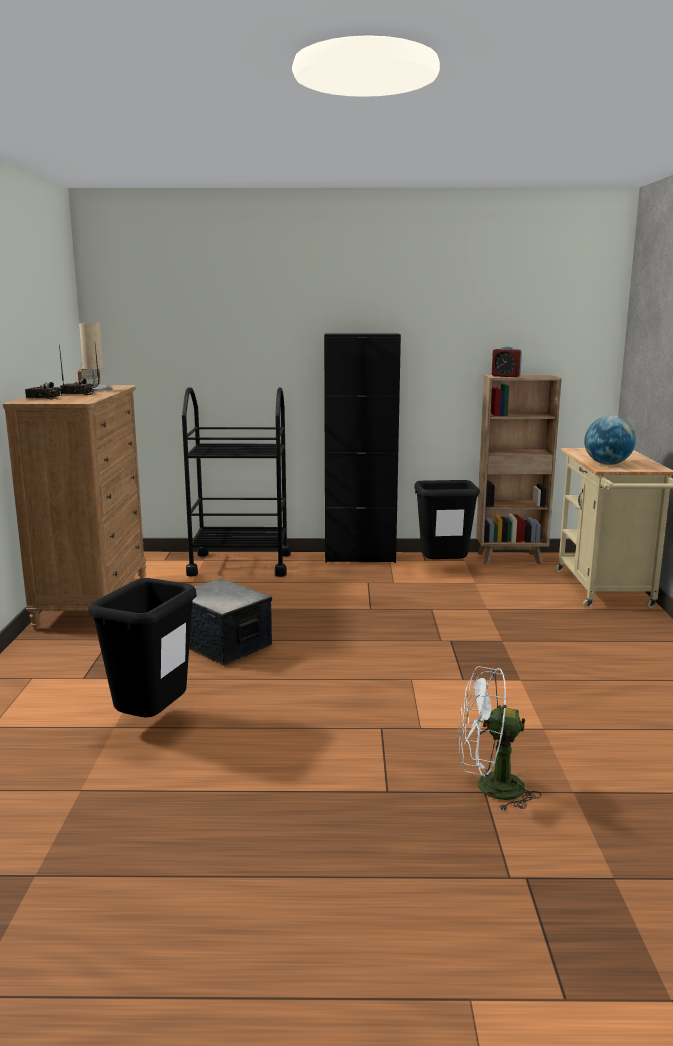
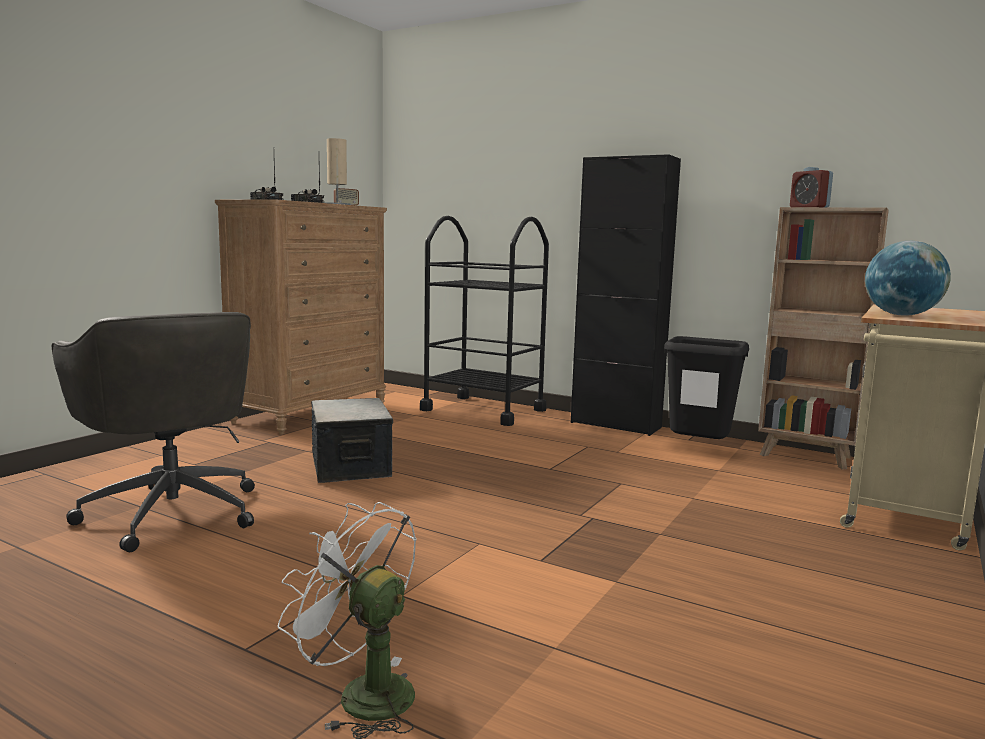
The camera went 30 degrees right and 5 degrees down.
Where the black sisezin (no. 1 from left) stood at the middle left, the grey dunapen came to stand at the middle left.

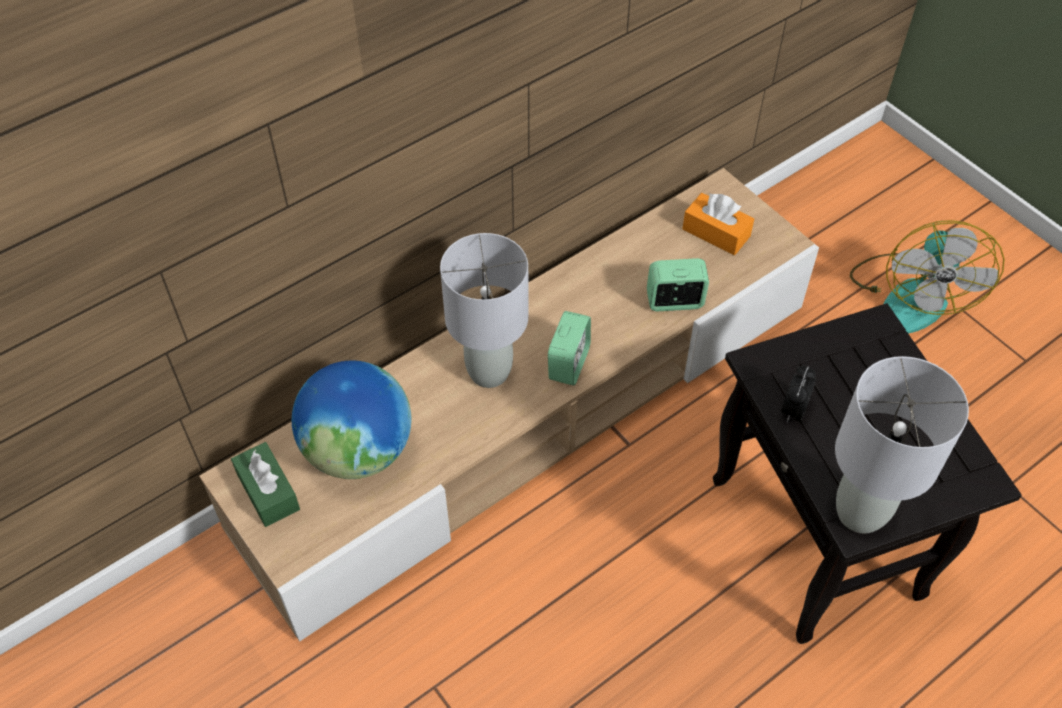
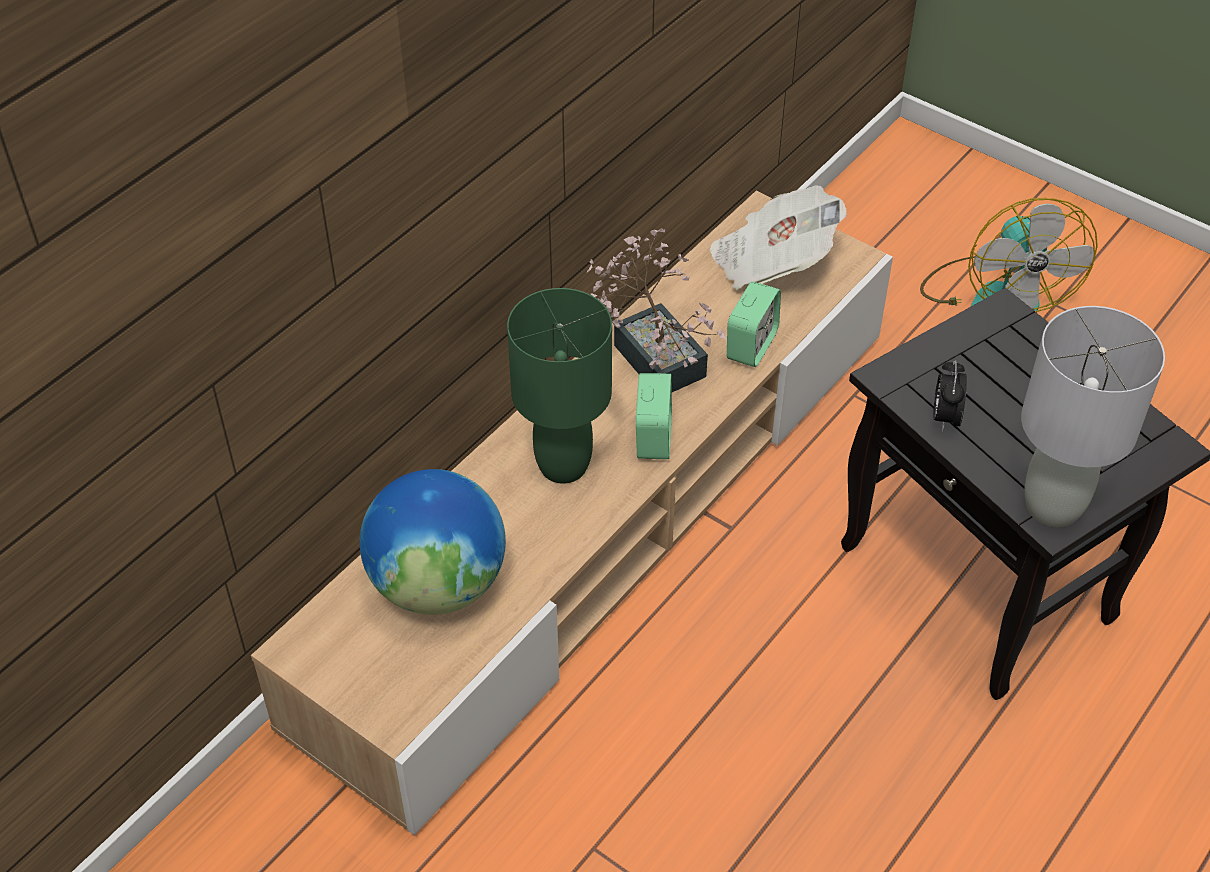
The camera went 15 degrees left and 5 degrees down.
The second view lost the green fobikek at the bottom left.
What was the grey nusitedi (no. 1 from left) at the centre turned into the green nusitedi at the centre.
The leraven (no. 2 from left) at the centre ended up facing another way, 135 degrees clockwise from before.
Where the orange fobikek stood at the top right, the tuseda came to stand at the top centre.
The second view gained the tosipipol at the centre.

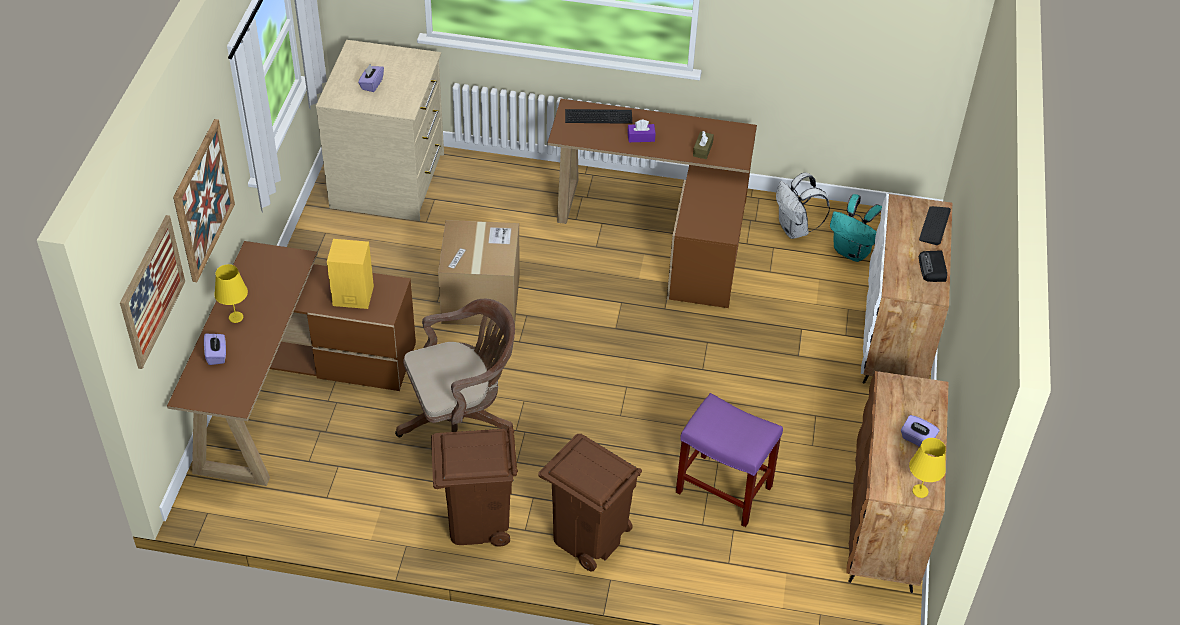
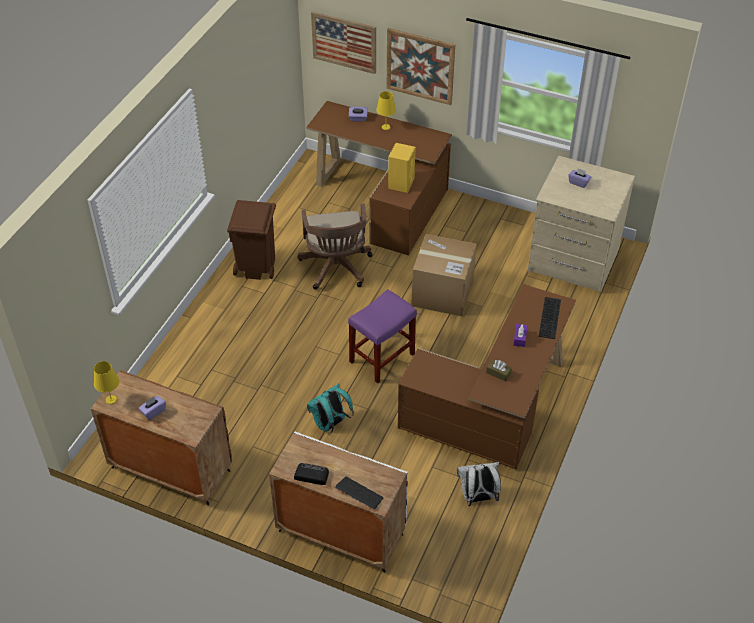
The camera went 105 degrees right and 0 degrees up.
The second view lost the brown sisezin (no. 2 from left) at the bottom centre.
The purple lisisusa ended up elsewhere, having gone from the bottom centre to the centre.
The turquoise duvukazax ended up elsewhere, having gone from the middle right to the centre.

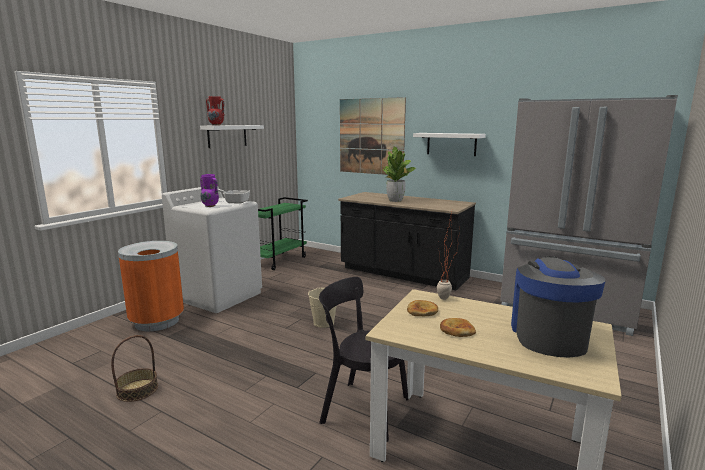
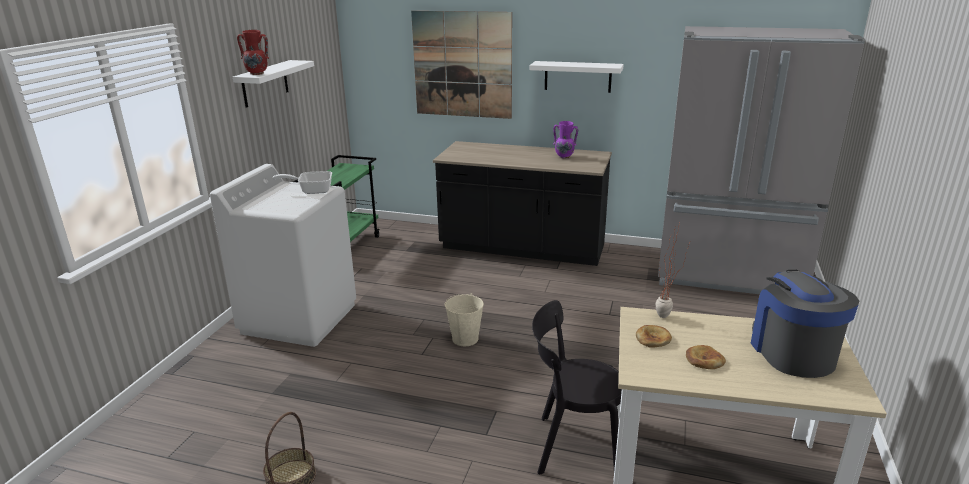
The camera went 15 degrees left and 10 degrees up.
The second view lost the orange sisezin at the middle left.
The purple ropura ended up elsewhere, having gone from the middle left to the top centre.
The second view lost the tosipipol (no. 1 from left) at the centre.

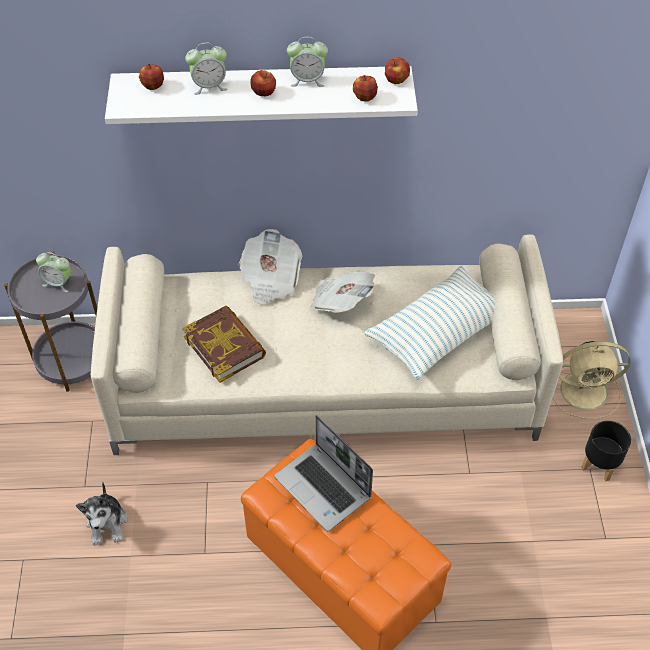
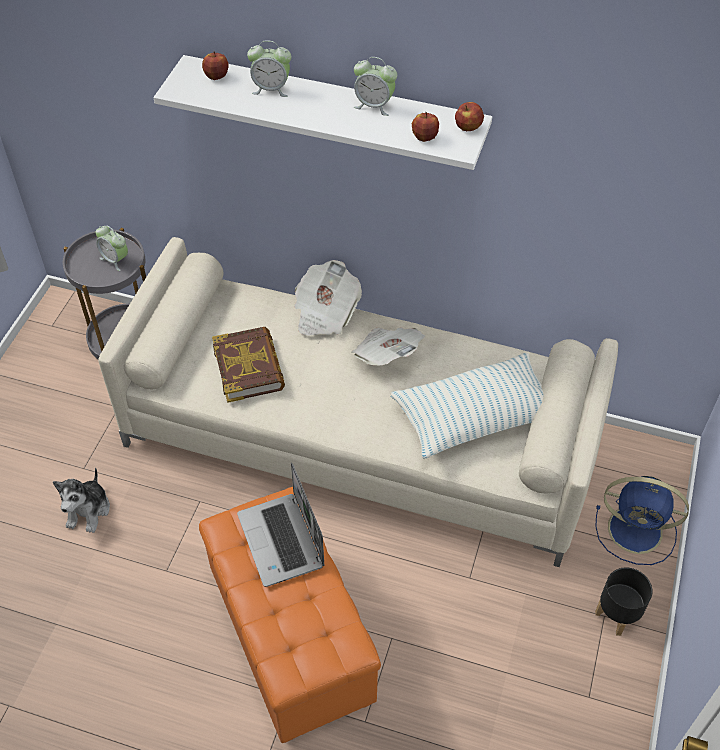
The camera went 20 degrees right and 0 degrees up.
The second view lost the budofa (no. 2 from left) at the top centre.
What was the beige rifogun at the middle right turned into the blue rifogun at the bottom right.

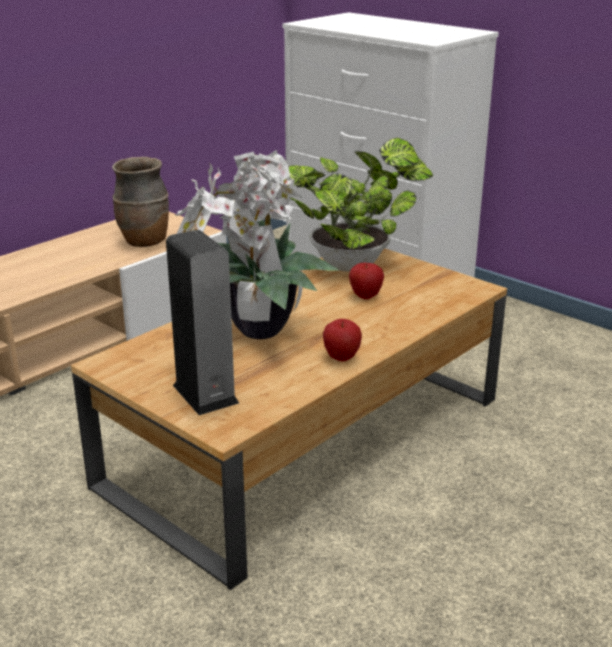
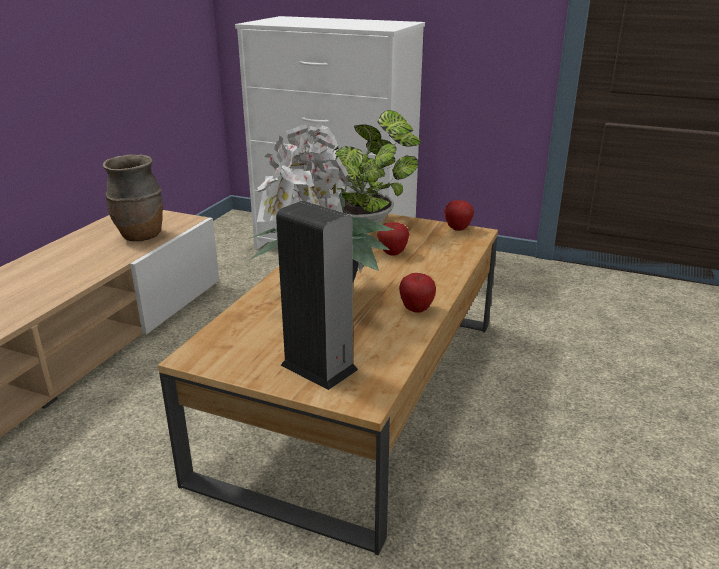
The camera went 20 degrees left and 0 degrees up.
The second view gained the budofa (no. 3 from left) at the centre.

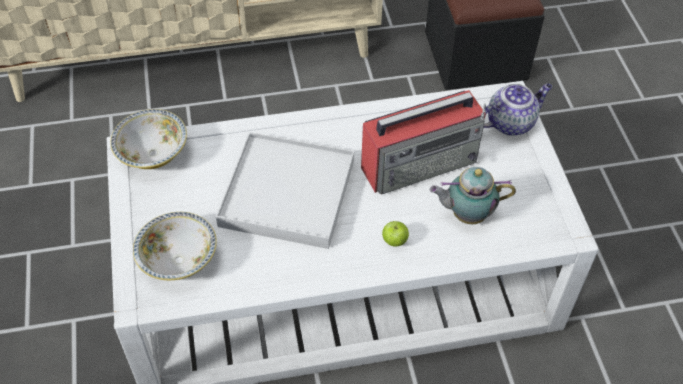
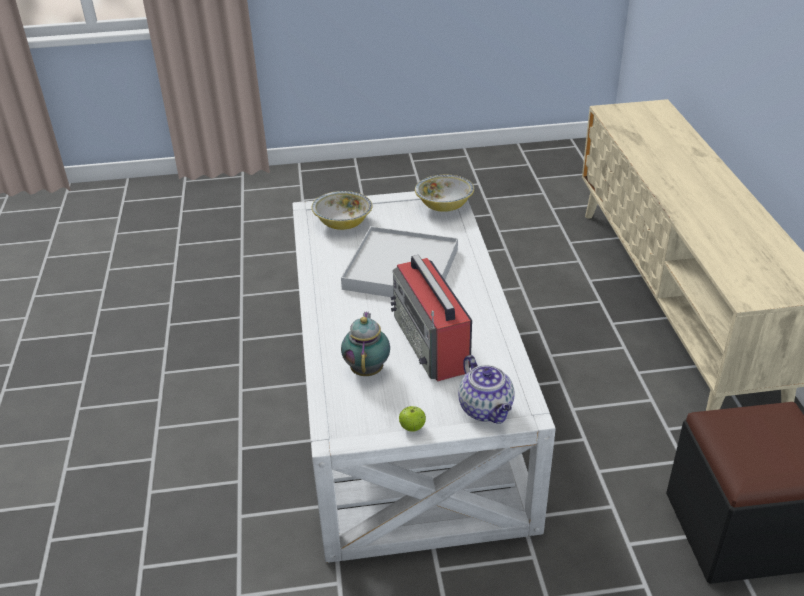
The camera went 95 degrees right and 15 degrees down.
The budofa ended up elsewhere, having gone from the centre to the bottom centre.

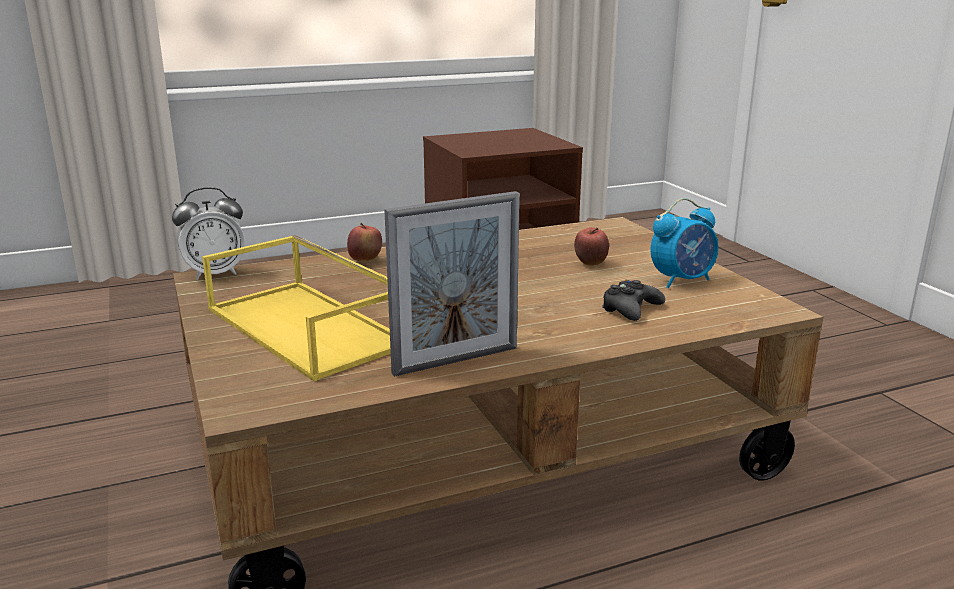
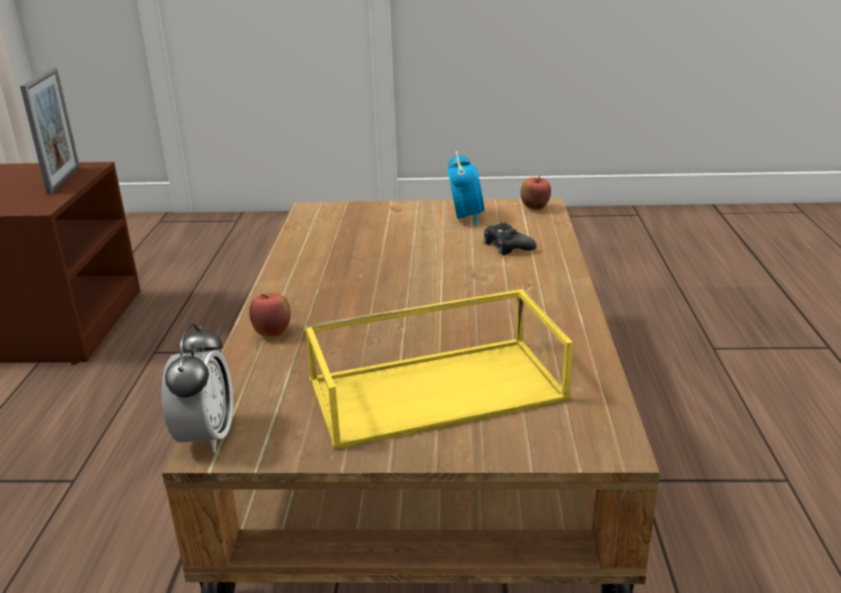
The camera went 65 degrees left and 5 degrees up.
The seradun ended up elsewhere, having gone from the centre to the top left.
The budofa (no. 2 from left) ended up elsewhere, having gone from the centre to the top centre.

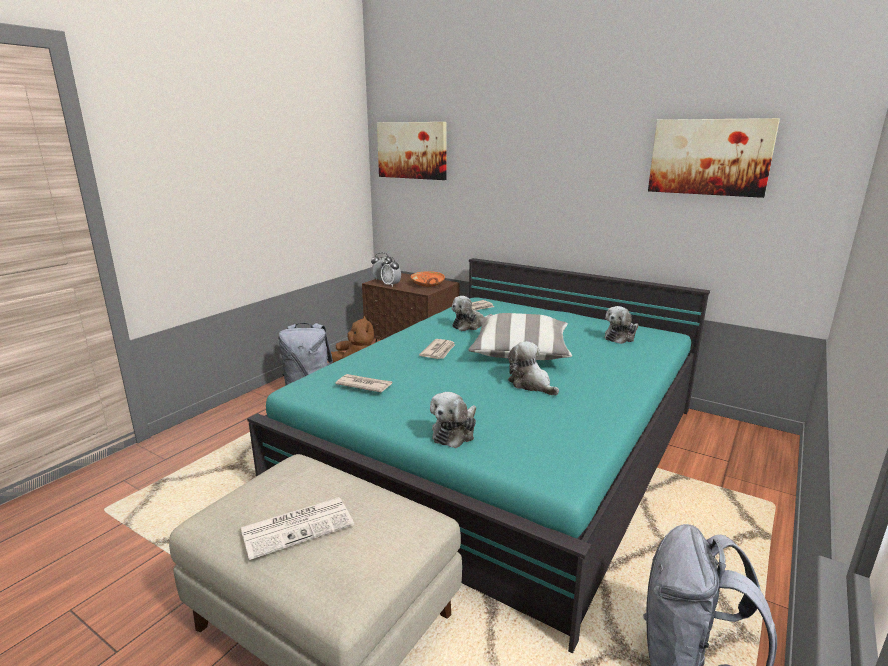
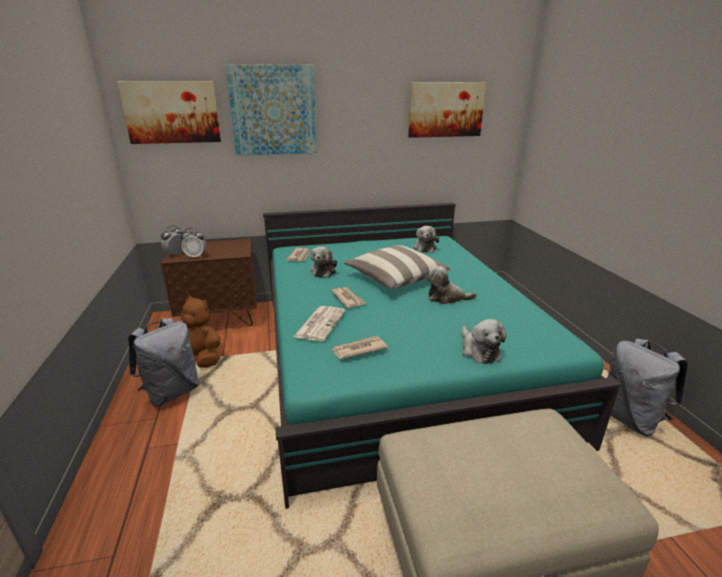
The camera went 45 degrees left and 5 degrees up.
The tuseda (no. 1 from left in the first image) ended up elsewhere, having gone from the bottom centre to the centre.
The second view lost the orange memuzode at the centre.
The second view gained the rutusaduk (no. 2 from left) at the top centre.

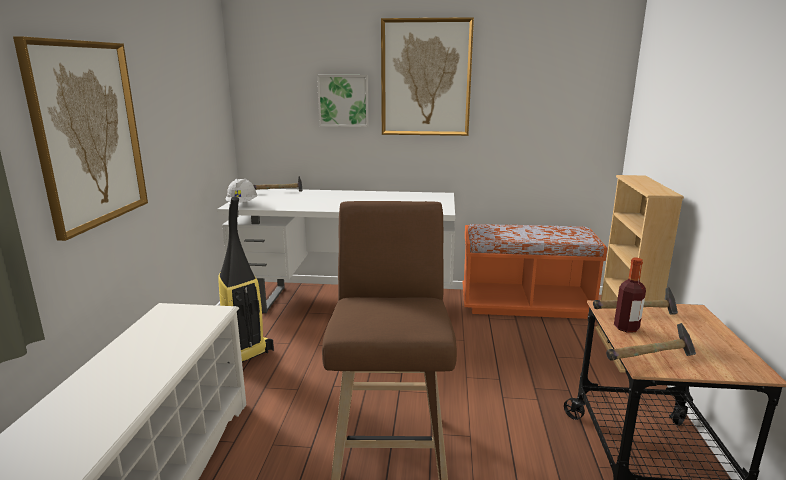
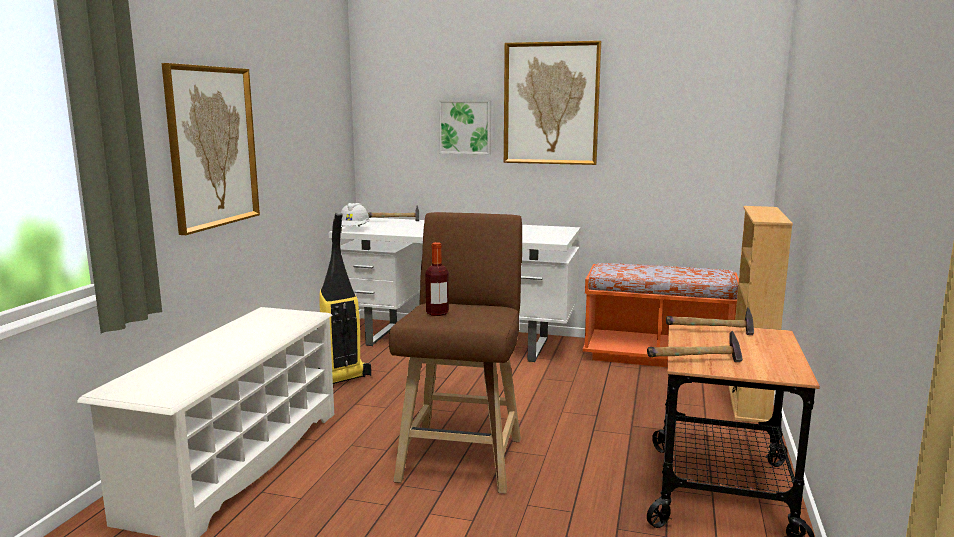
The camera went 10 degrees right and 5 degrees down.
The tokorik ended up elsewhere, having gone from the middle right to the centre.

